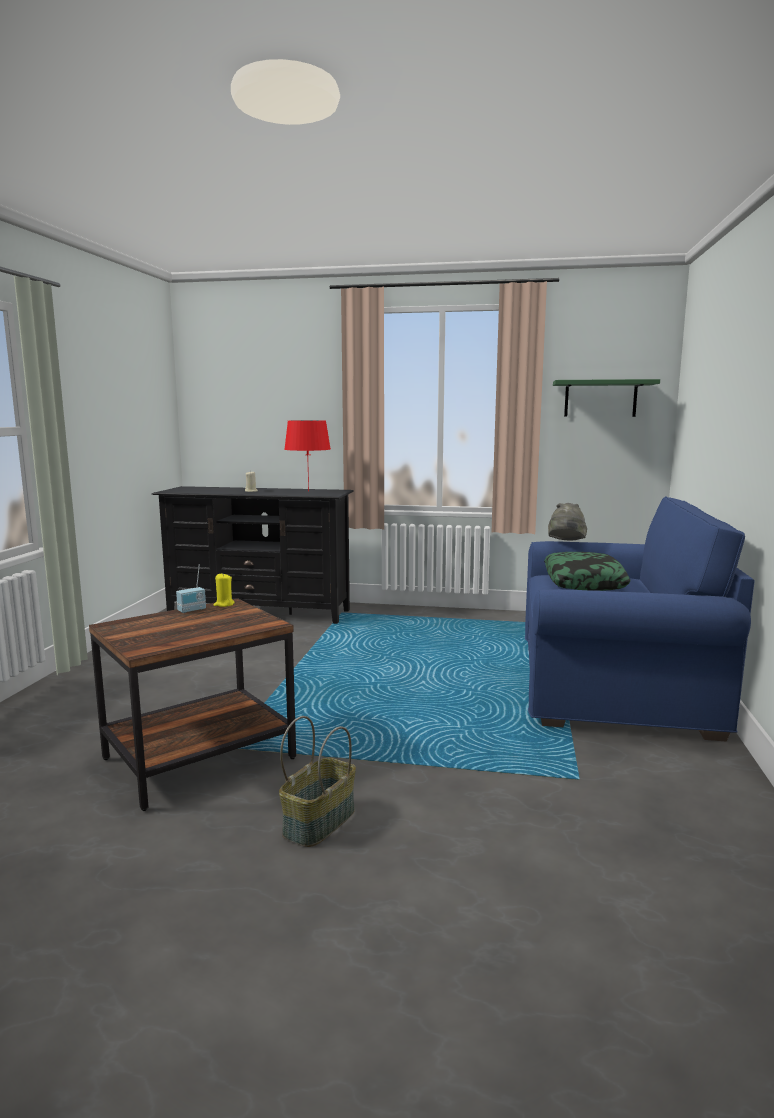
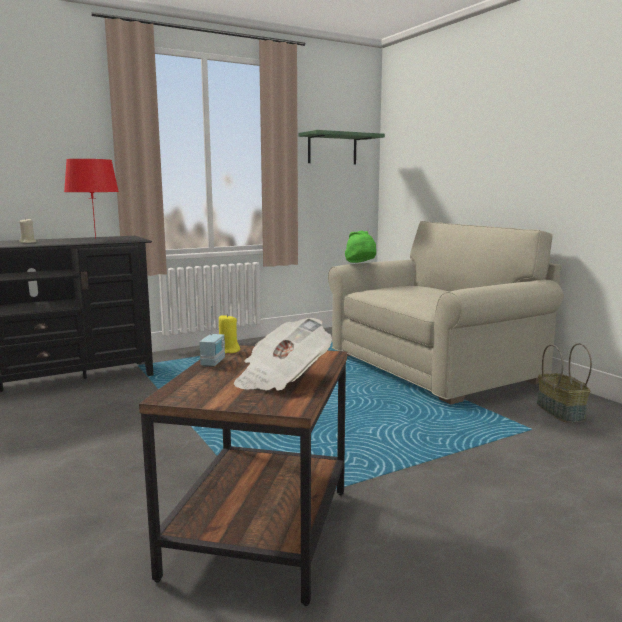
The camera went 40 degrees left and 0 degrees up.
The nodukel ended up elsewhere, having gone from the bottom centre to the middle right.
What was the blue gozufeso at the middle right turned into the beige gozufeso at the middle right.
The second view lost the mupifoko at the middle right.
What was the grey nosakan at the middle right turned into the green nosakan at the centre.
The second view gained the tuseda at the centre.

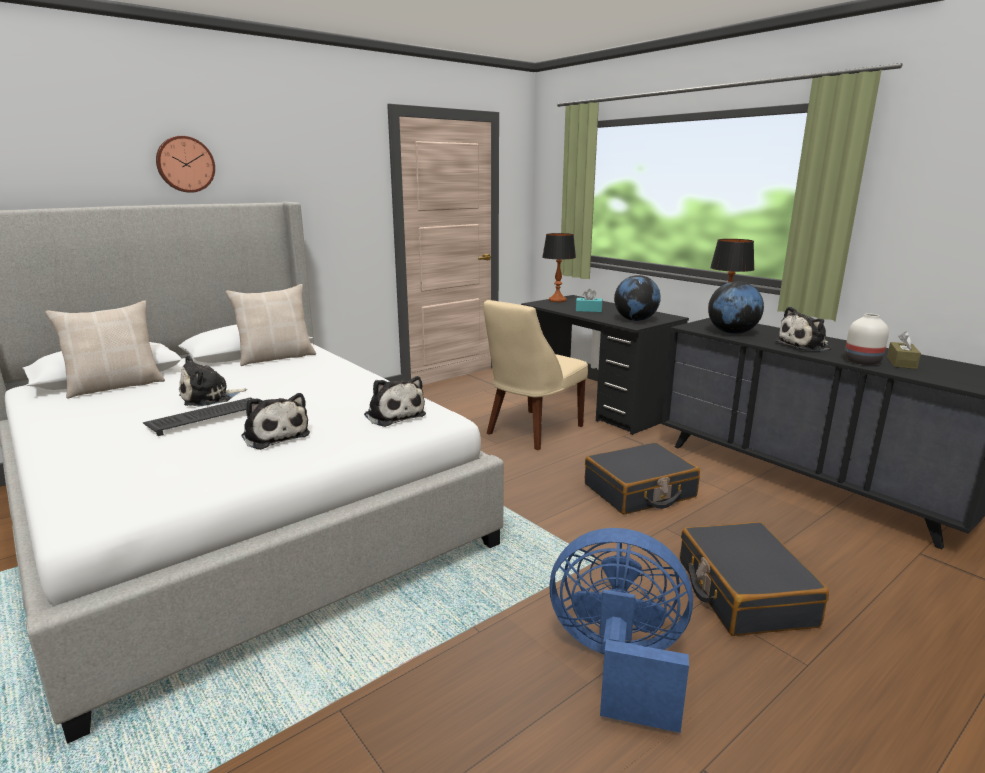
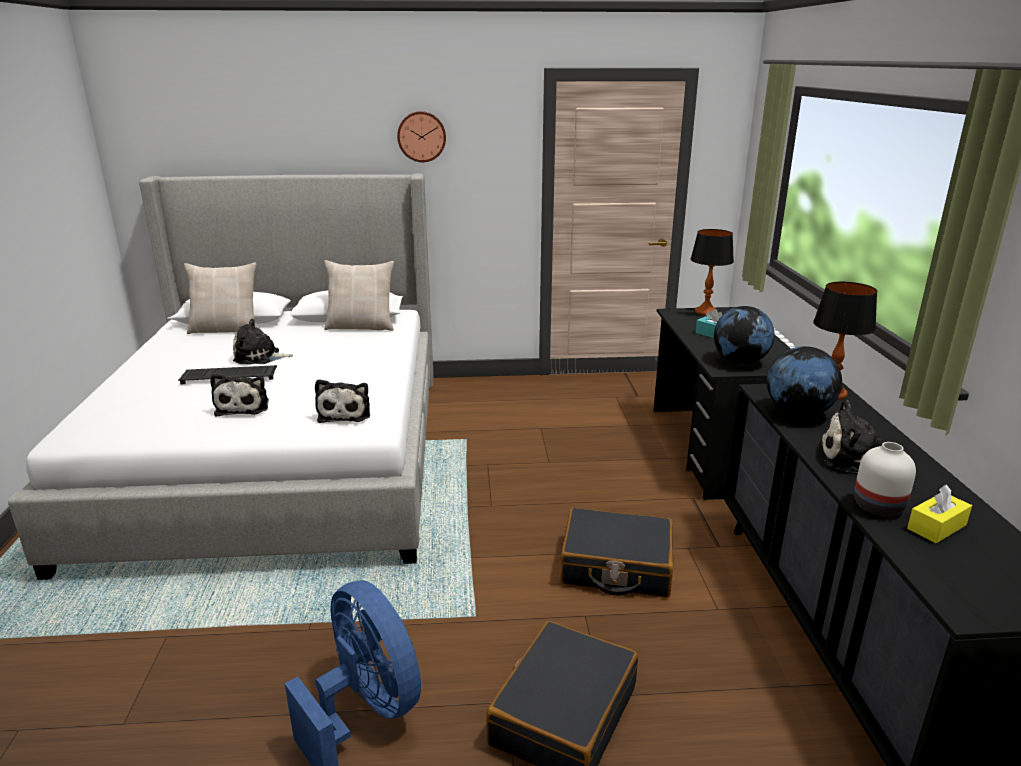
The camera went 35 degrees right and 5 degrees up.
The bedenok ended up elsewhere, having gone from the top left to the top centre.
The second view lost the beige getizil at the centre.
What was the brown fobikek at the middle right turned into the yellow fobikek at the bottom right.

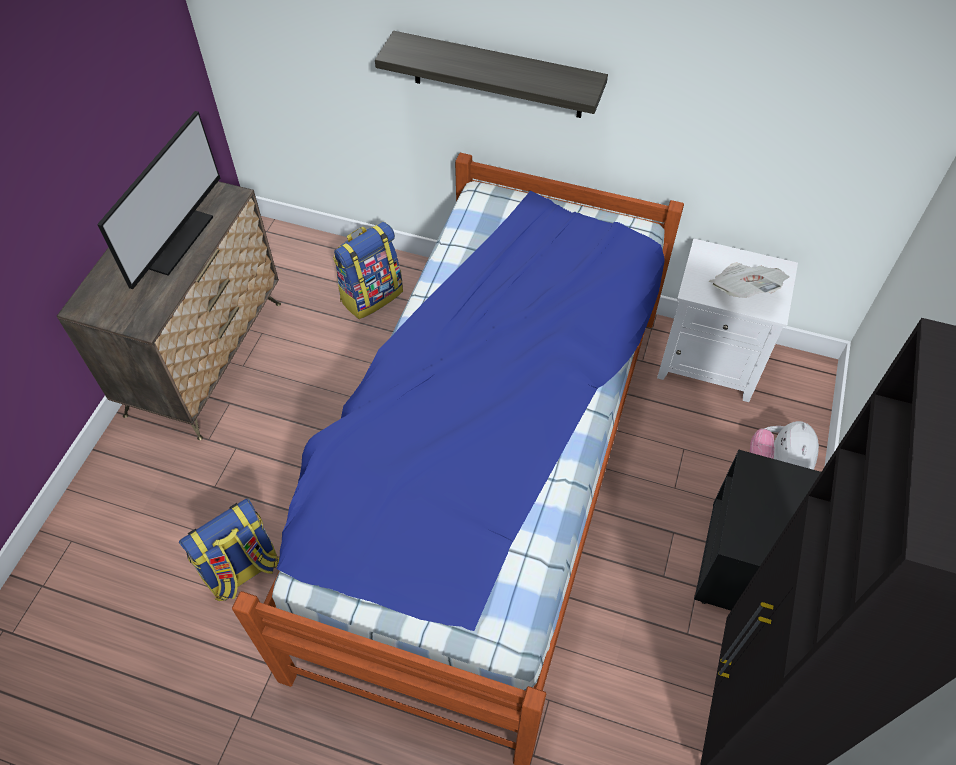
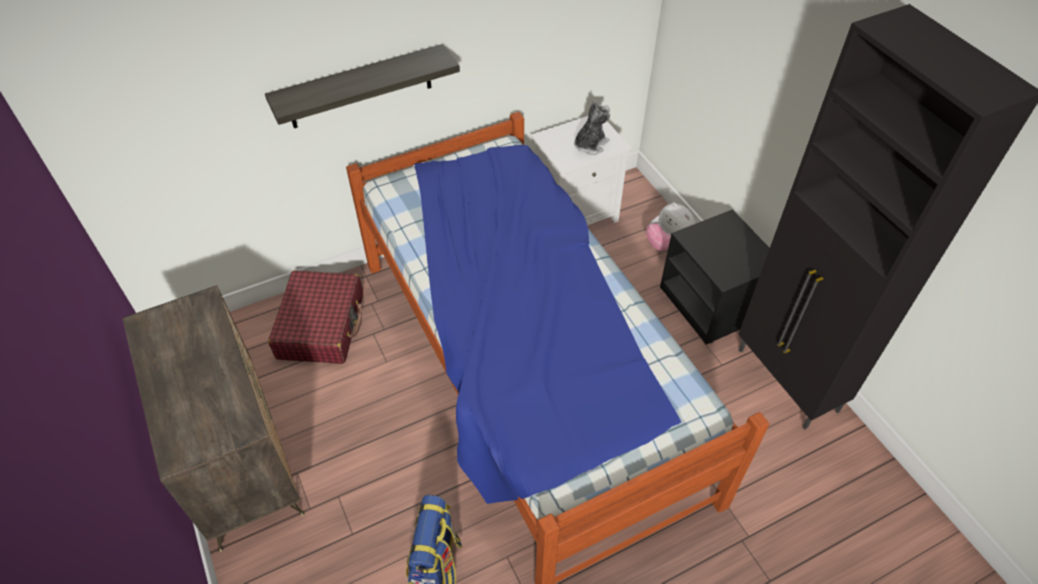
The camera went 45 degrees left and 5 degrees down.
The second view lost the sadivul at the top left.
Where the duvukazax (no. 2 from left) stood at the centre, the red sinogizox came to stand at the middle left.
Where the tuseda stood at the middle right, the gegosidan (no. 1 from left) came to stand at the top centre.

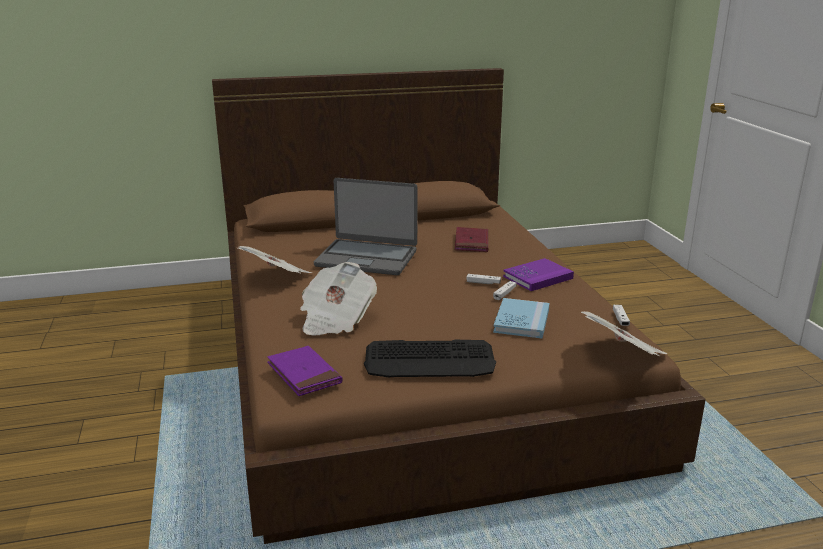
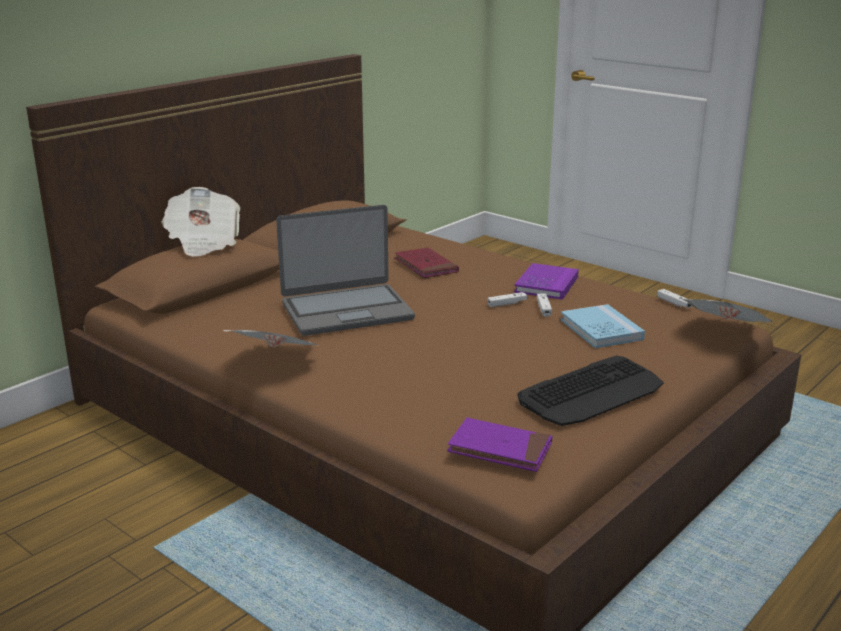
The camera went 35 degrees left and 0 degrees up.
The tuseda (no. 2 from left in the first image) ended up elsewhere, having gone from the centre to the middle left.

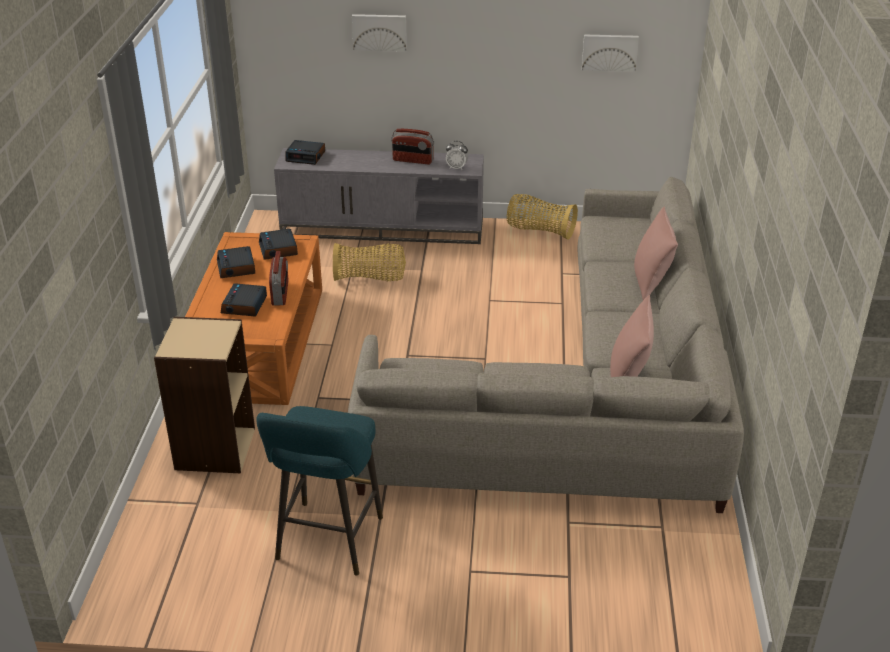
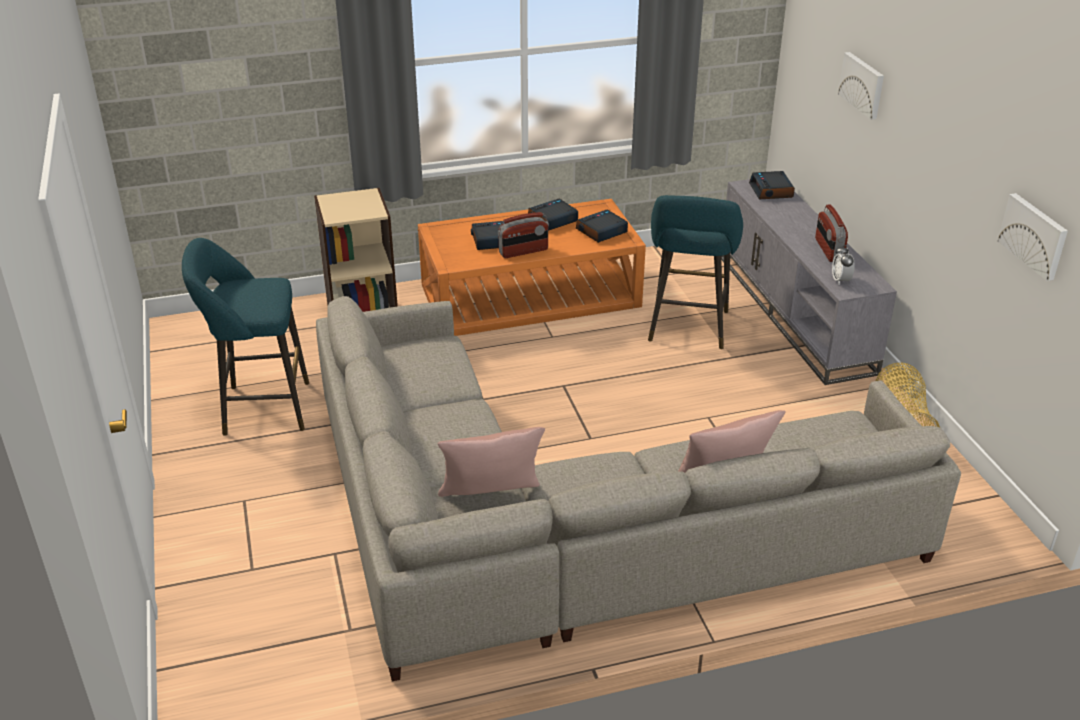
The camera went 70 degrees right and 0 degrees up.
Where the nodukel (no. 1 from left) stood at the centre, the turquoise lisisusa (no. 2 from left) came to stand at the centre.

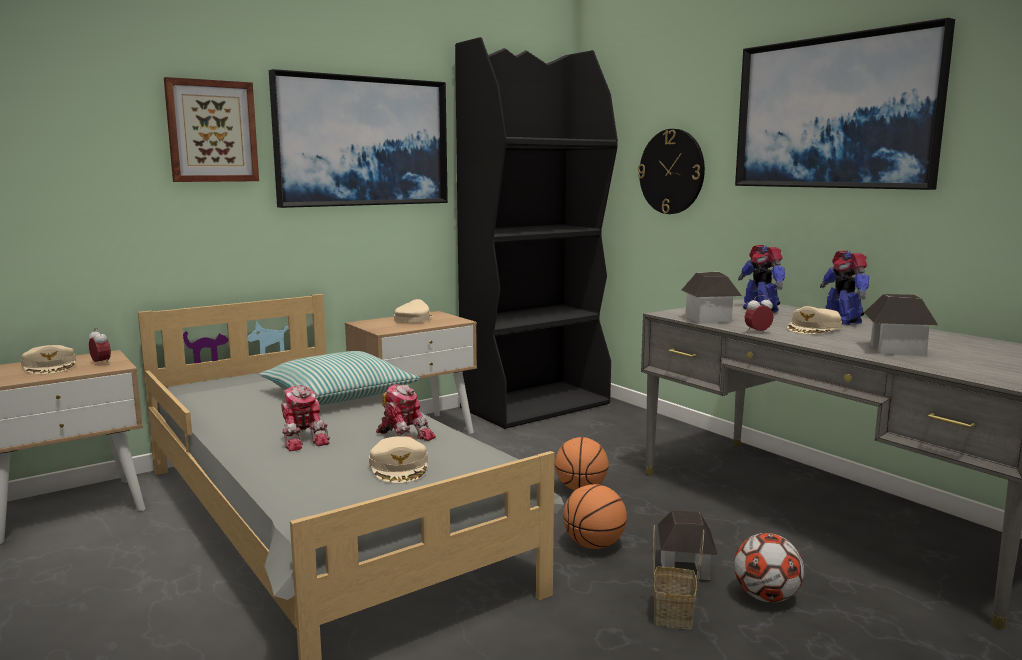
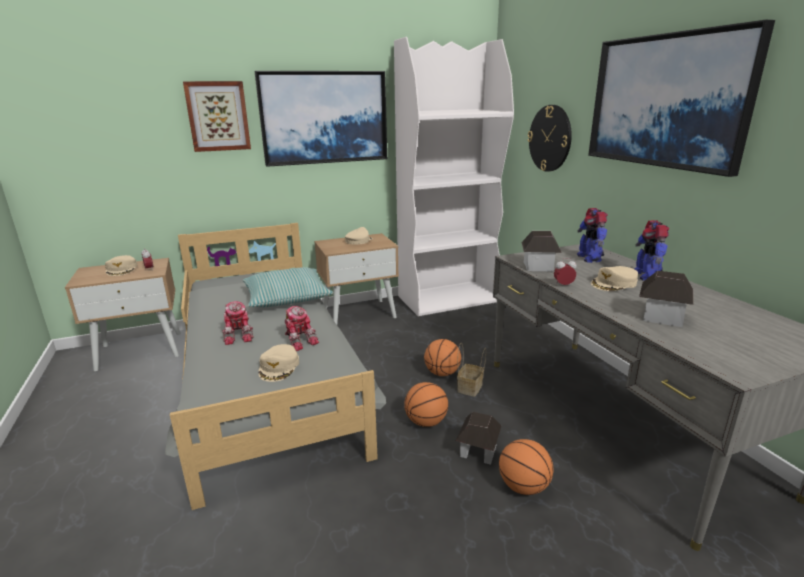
The camera went 15 degrees right and 10 degrees up.
What was the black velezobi at the centre turned into the white velezobi at the top centre.
The nodukel ended up elsewhere, having gone from the bottom centre to the centre.
Where the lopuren stood at the bottom right, the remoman (no. 3 from left) came to stand at the bottom centre.

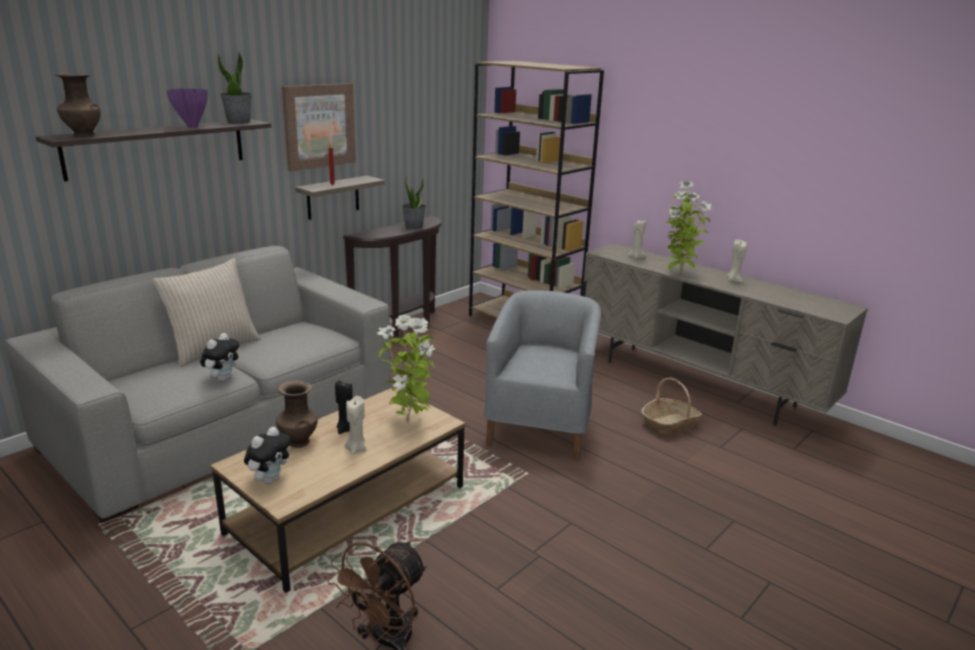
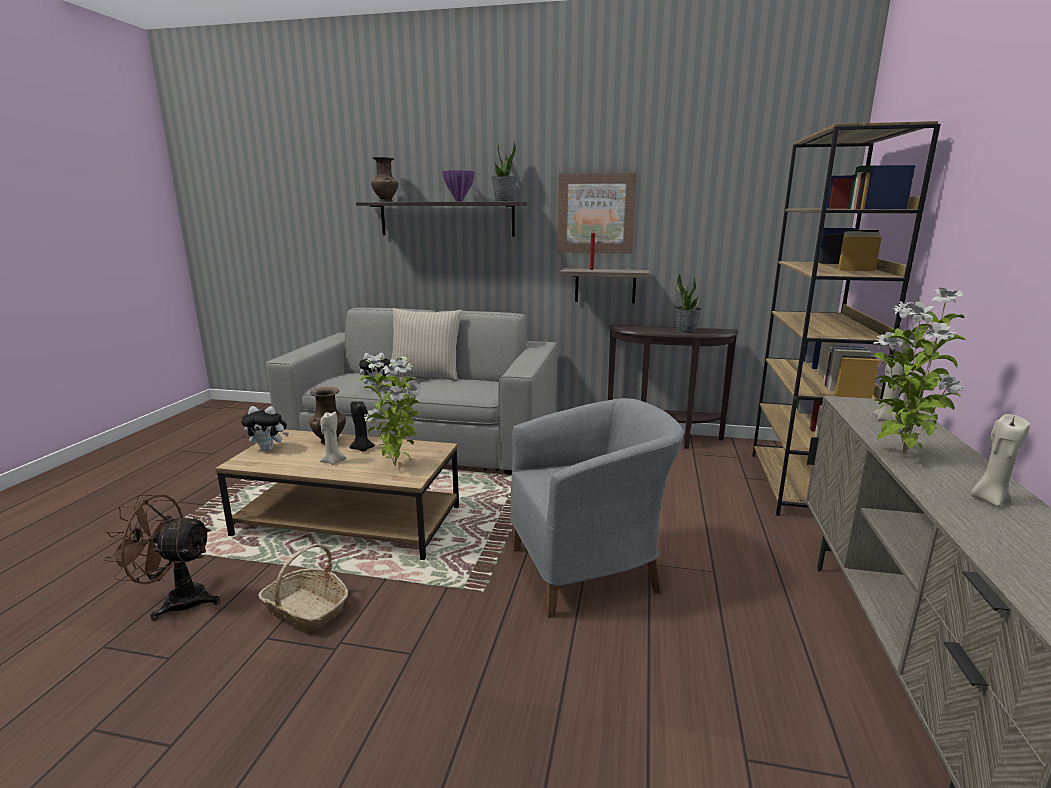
The camera went 60 degrees right and 5 degrees down.
The nodukel ended up elsewhere, having gone from the middle right to the bottom left.

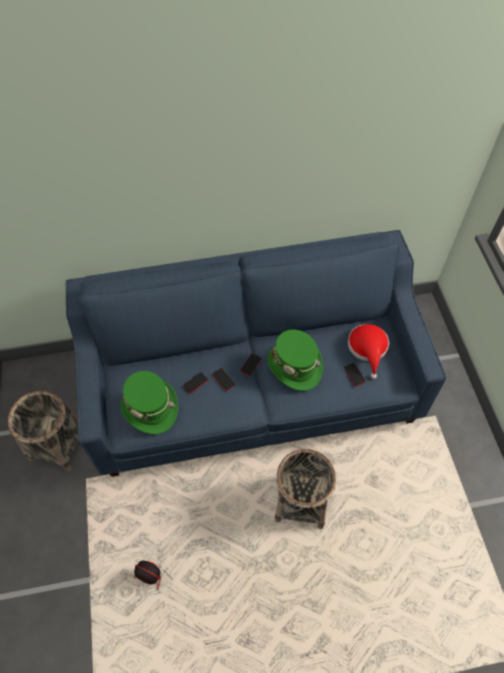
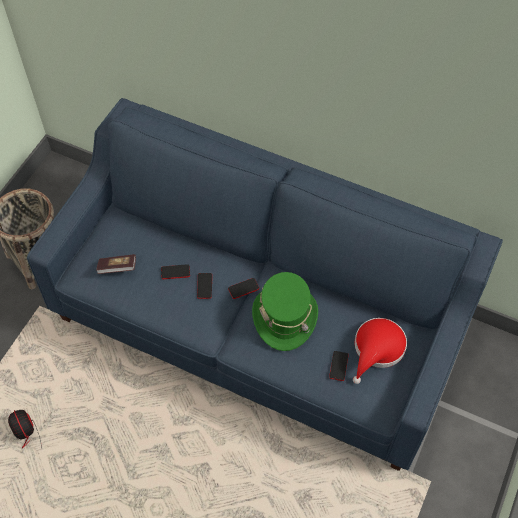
The camera went 35 degrees right and 0 degrees up.
Where the green nosakan (no. 1 from left) stood at the middle left, the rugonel came to stand at the middle left.
The second view lost the nodukel (no. 2 from left) at the bottom centre.

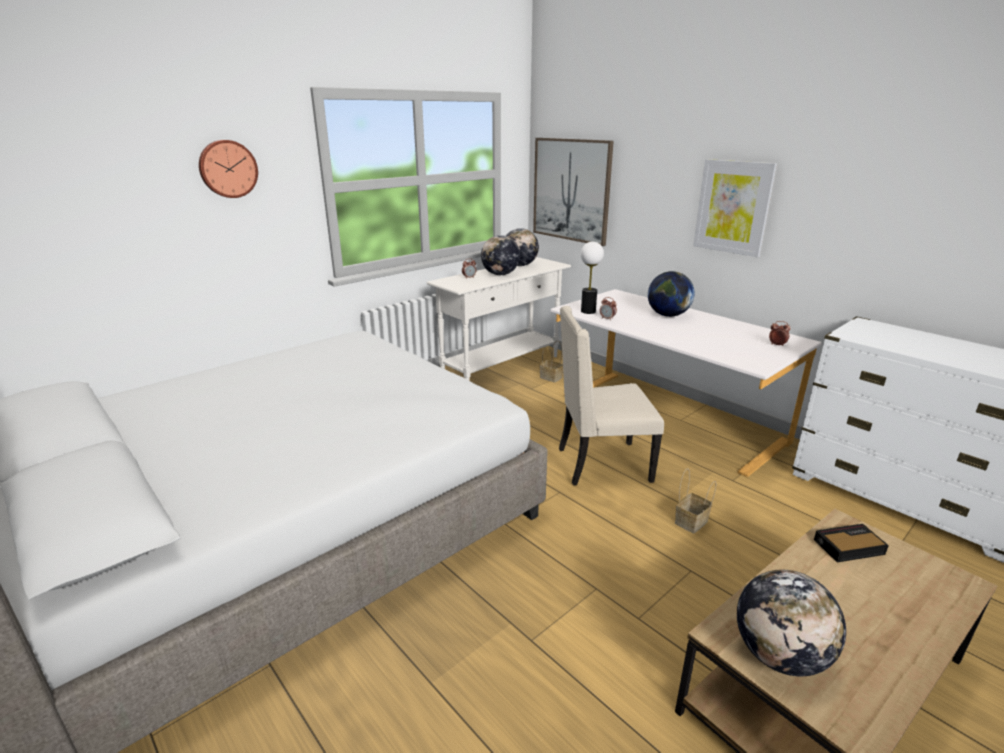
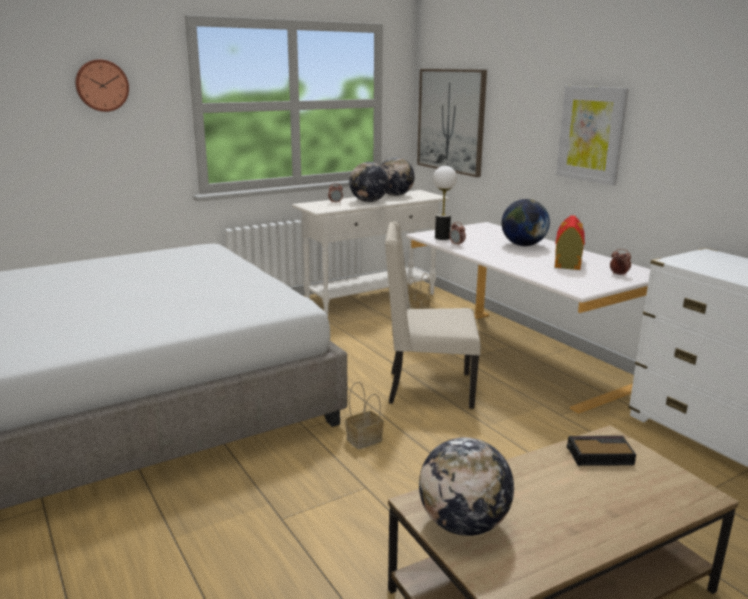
The camera went 10 degrees right and 5 degrees down.
The nodukel (no. 2 from left in the first image) ended up elsewhere, having gone from the middle right to the bottom centre.
The second view gained the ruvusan at the middle right.

